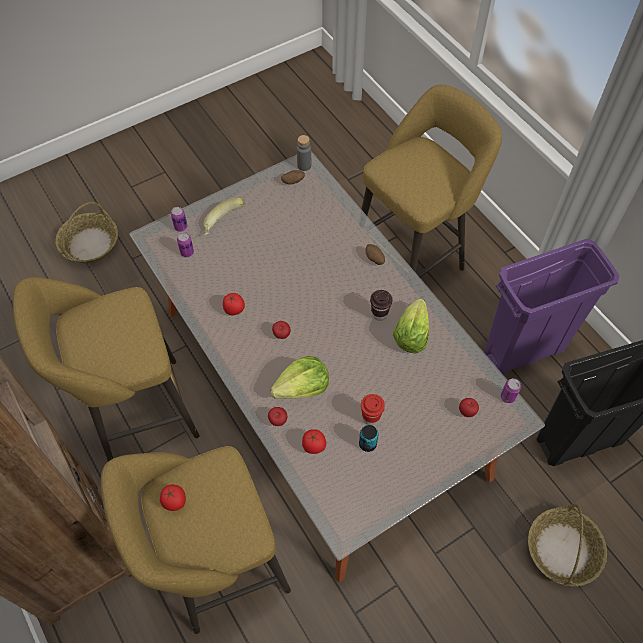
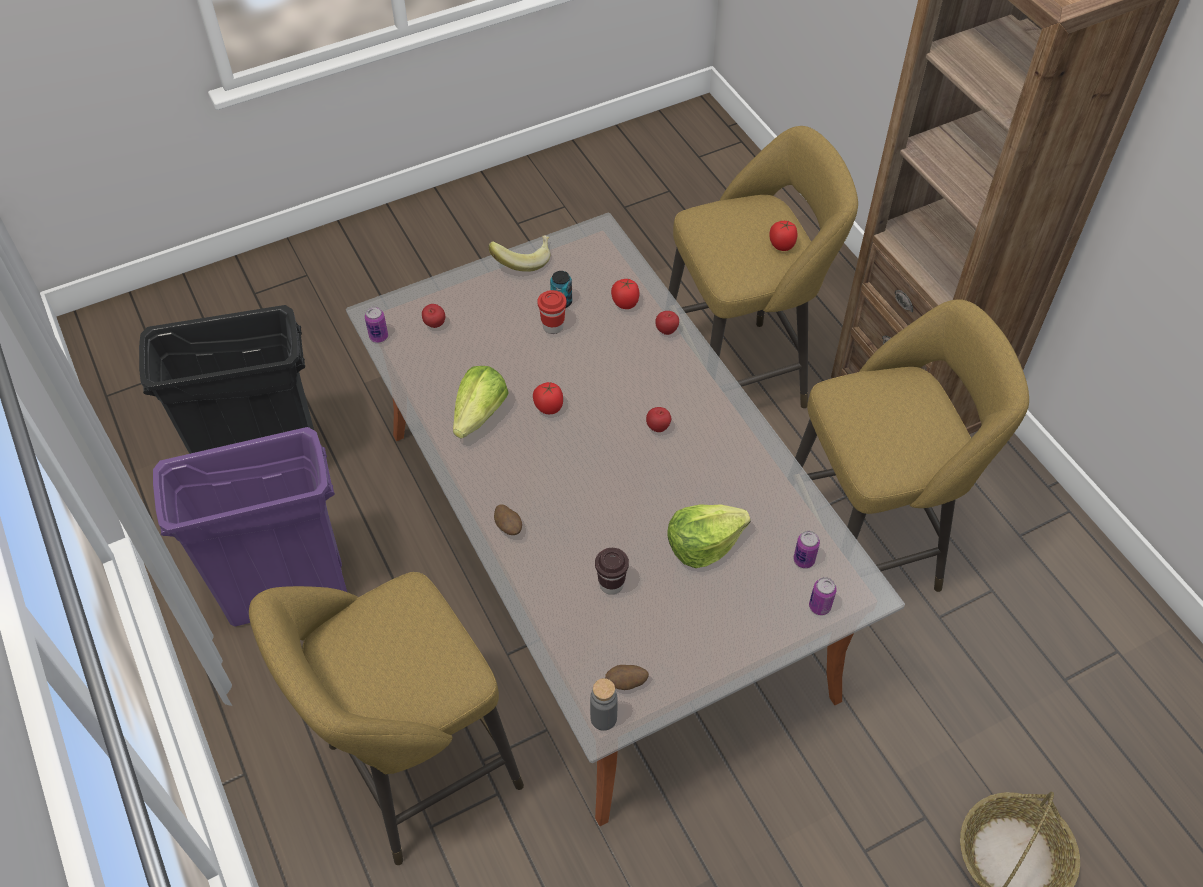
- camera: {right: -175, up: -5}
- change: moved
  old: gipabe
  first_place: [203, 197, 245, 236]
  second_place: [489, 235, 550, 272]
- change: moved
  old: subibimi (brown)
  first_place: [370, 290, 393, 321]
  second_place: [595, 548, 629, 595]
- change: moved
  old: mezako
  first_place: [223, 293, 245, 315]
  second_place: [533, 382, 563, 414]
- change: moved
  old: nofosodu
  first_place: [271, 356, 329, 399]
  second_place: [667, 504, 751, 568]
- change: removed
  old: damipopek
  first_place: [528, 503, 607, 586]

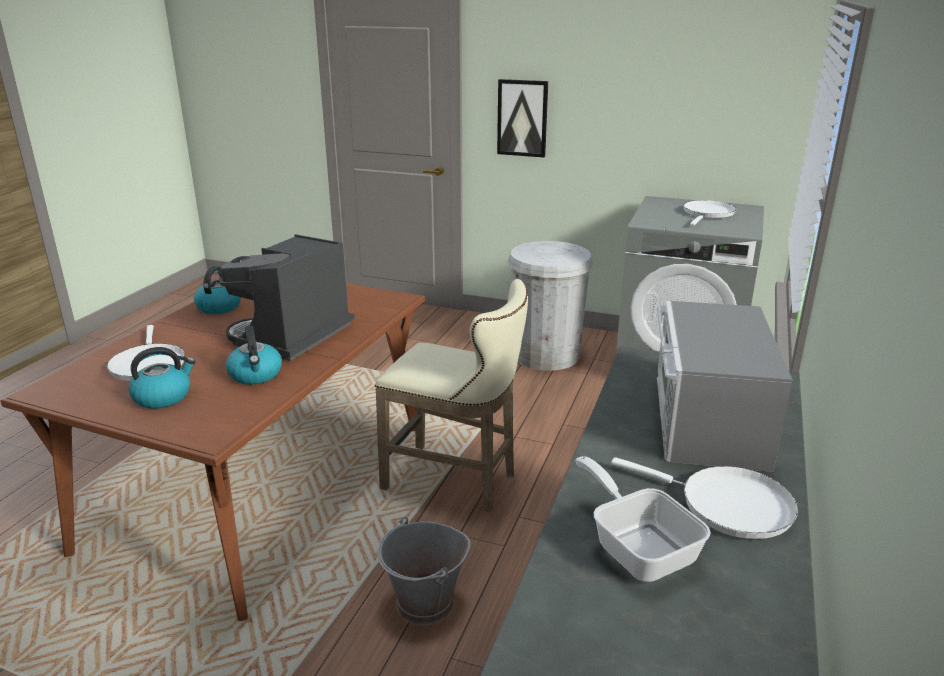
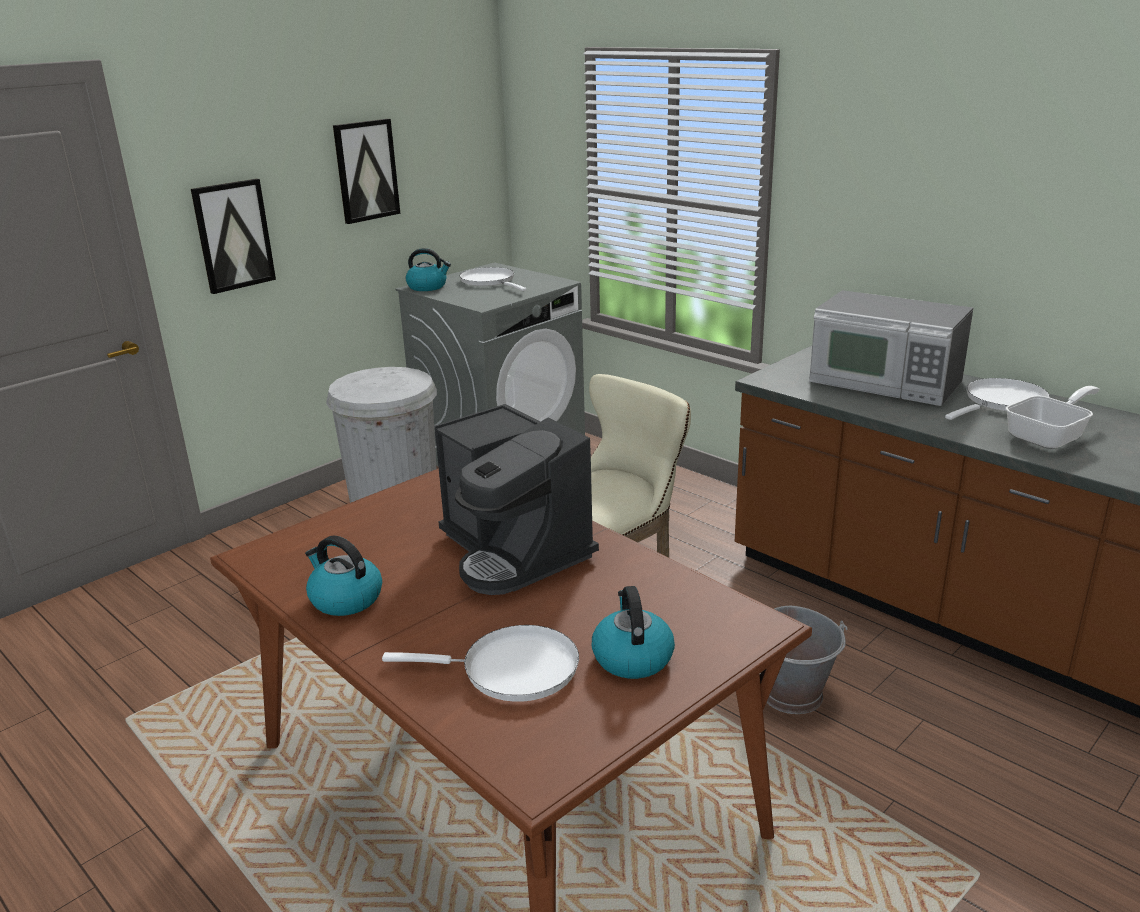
- camera: {right: -65, up: 0}
- change: moved
  old: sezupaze
  first_place: [226, 326, 282, 385]
  second_place: [406, 248, 451, 291]
- change: turned
  old: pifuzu
  first_place: [575, 456, 711, 582]
  second_place: [1006, 386, 1099, 449]
  degrees: 150
- change: added
  new: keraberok
  second_place: [333, 119, 400, 224]

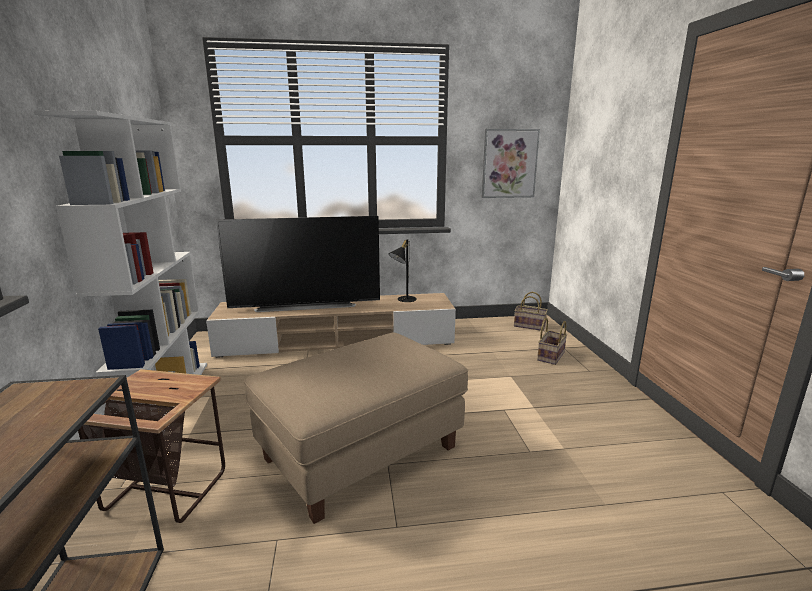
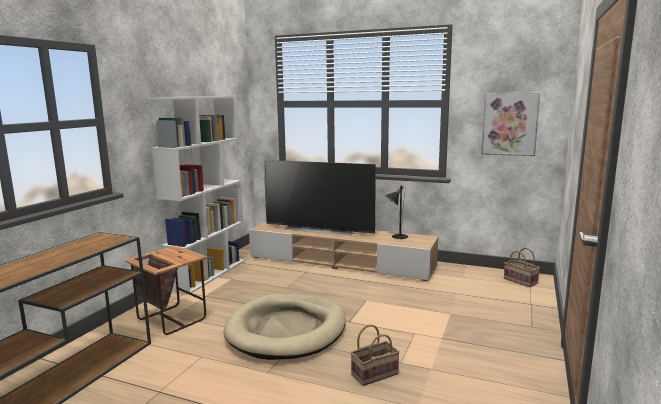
- camera: {right: 30, up: -5}
- change: moved
  old: damipopek
  first_place: [537, 317, 567, 365]
  second_place: [350, 324, 400, 386]
- change: replaced
  old: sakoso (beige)
  new: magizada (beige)
  first_place: [244, 333, 468, 524]
  second_place: [224, 294, 346, 360]

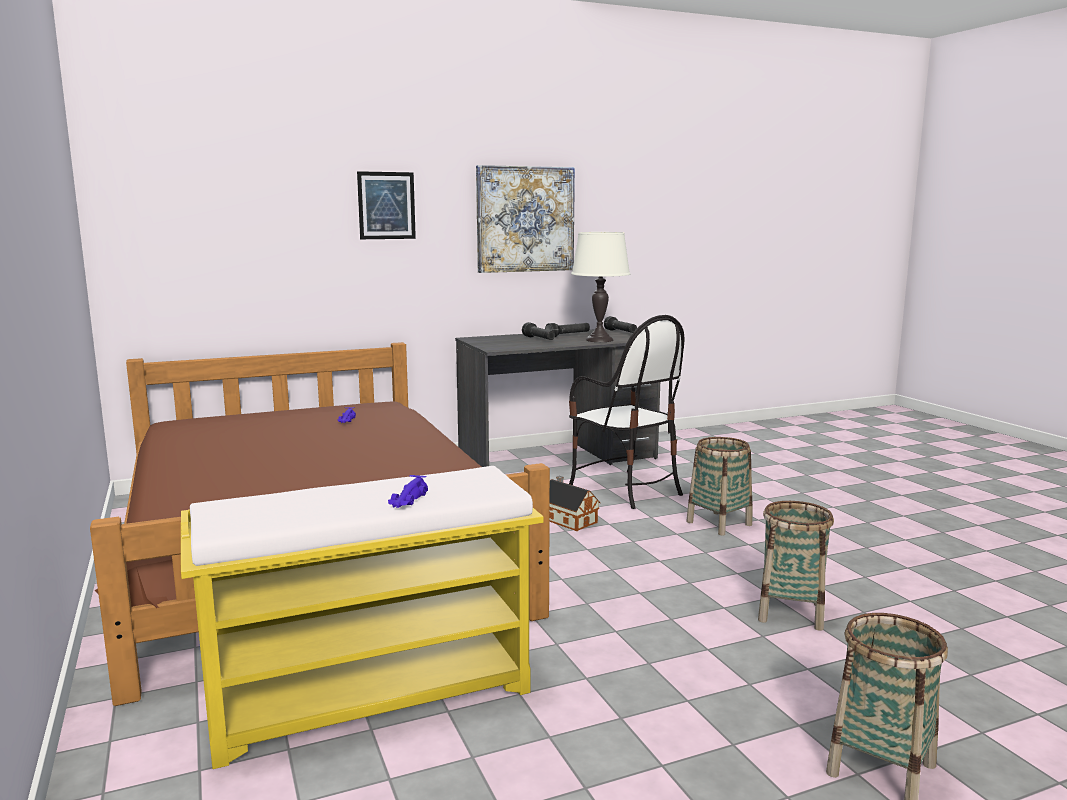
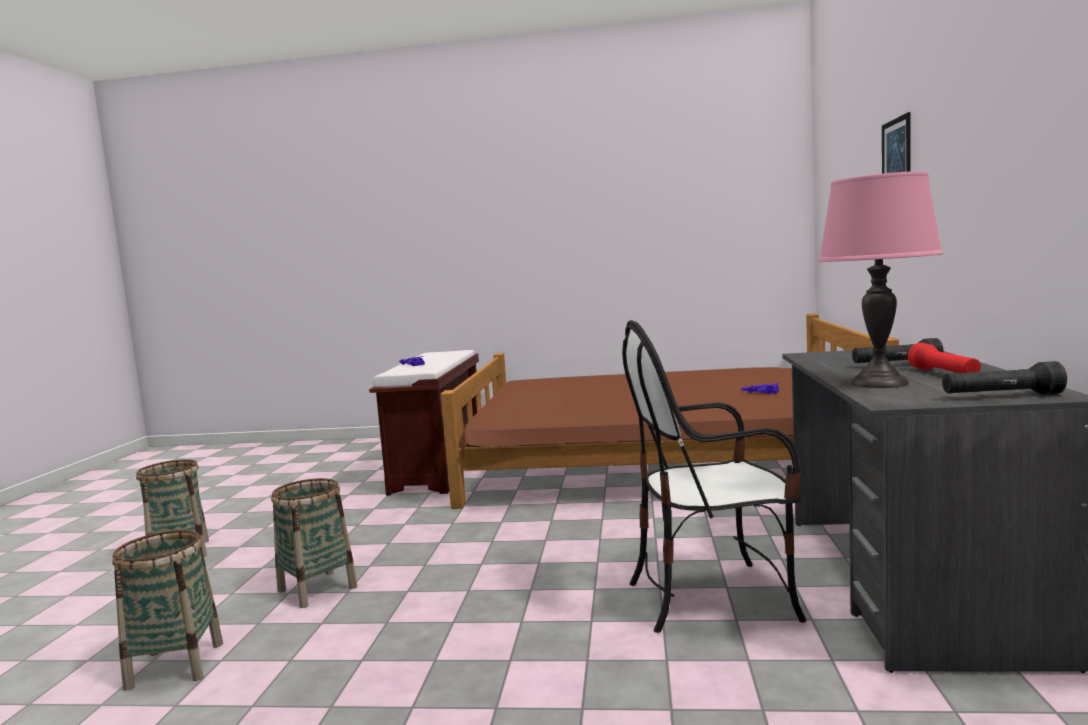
- camera: {right: 120, up: -5}
- change: removed
  old: keraberok
  first_place: [476, 165, 575, 273]
- change: recoloured
  old: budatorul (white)
  new: budatorul (pink)
  first_place: [571, 232, 630, 342]
  second_place: [818, 171, 943, 388]
- change: recoloured
  old: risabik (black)
  new: risabik (red)
  first_place: [545, 323, 590, 337]
  second_place: [907, 343, 981, 373]
- change: moved
  old: damipopek
  first_place: [686, 437, 752, 536]
  second_place: [112, 530, 223, 691]
- change: recoloured
  old: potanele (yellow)
  new: potanele (brown)
  first_place: [181, 466, 544, 769]
  second_place: [369, 350, 479, 496]
- change: removed
  old: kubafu
  first_place: [549, 476, 600, 531]

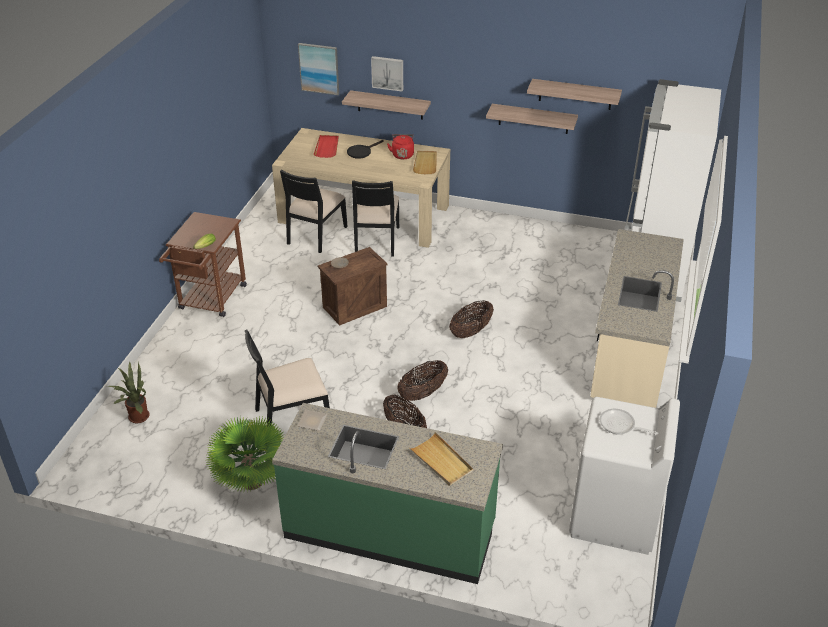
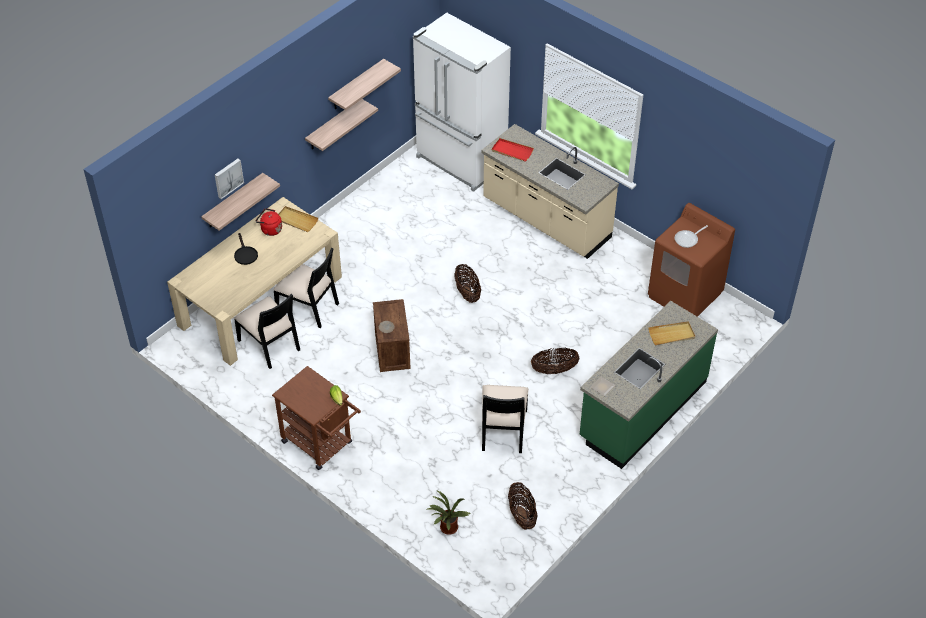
- camera: {right: -65, up: 10}
- change: removed
  old: keraberok
  first_place: [298, 43, 339, 95]
- change: moved
  old: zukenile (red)
  first_place: [314, 135, 339, 158]
  second_place: [492, 138, 534, 162]
- change: moved
  old: damipopek
  first_place: [397, 360, 448, 401]
  second_place: [508, 482, 538, 530]
- change: recoloured
  old: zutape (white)
  new: zutape (brown)
  first_place: [569, 397, 680, 555]
  second_place: [648, 203, 735, 317]
- change: removed
  old: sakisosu
  first_place: [206, 417, 285, 492]

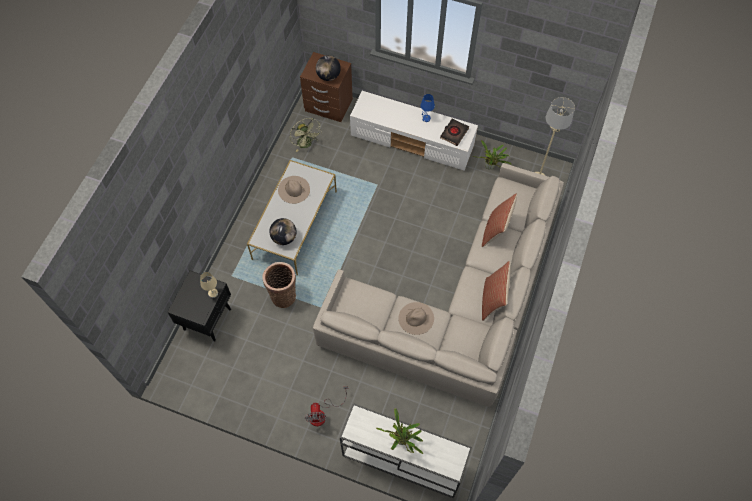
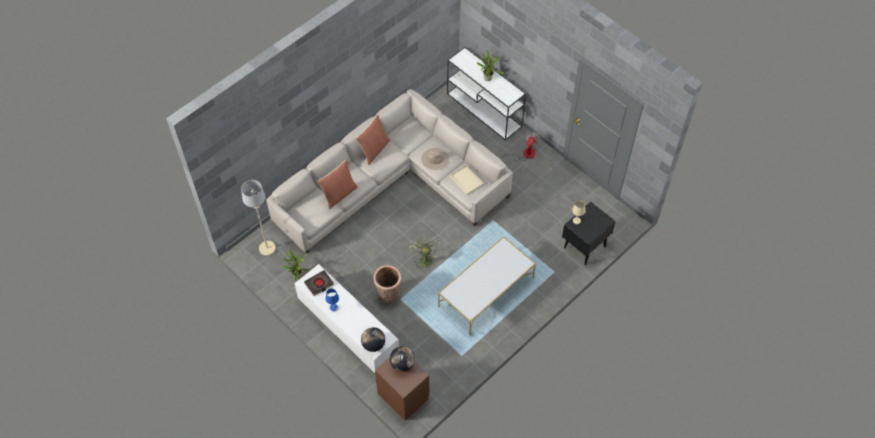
- camera: {right: -155, up: -5}
- change: moved
  old: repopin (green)
  first_place: [290, 118, 322, 152]
  second_place: [410, 236, 440, 272]
- change: removed
  old: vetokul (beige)
  first_place: [278, 176, 310, 204]
- change: moved
  old: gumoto
  first_place: [269, 218, 296, 245]
  second_place: [361, 327, 385, 352]
- change: moved
  old: damipopek
  first_place: [262, 262, 296, 308]
  second_place: [373, 265, 401, 303]
- change: added
  new: zukenile (beige)
  second_place: [449, 165, 484, 195]

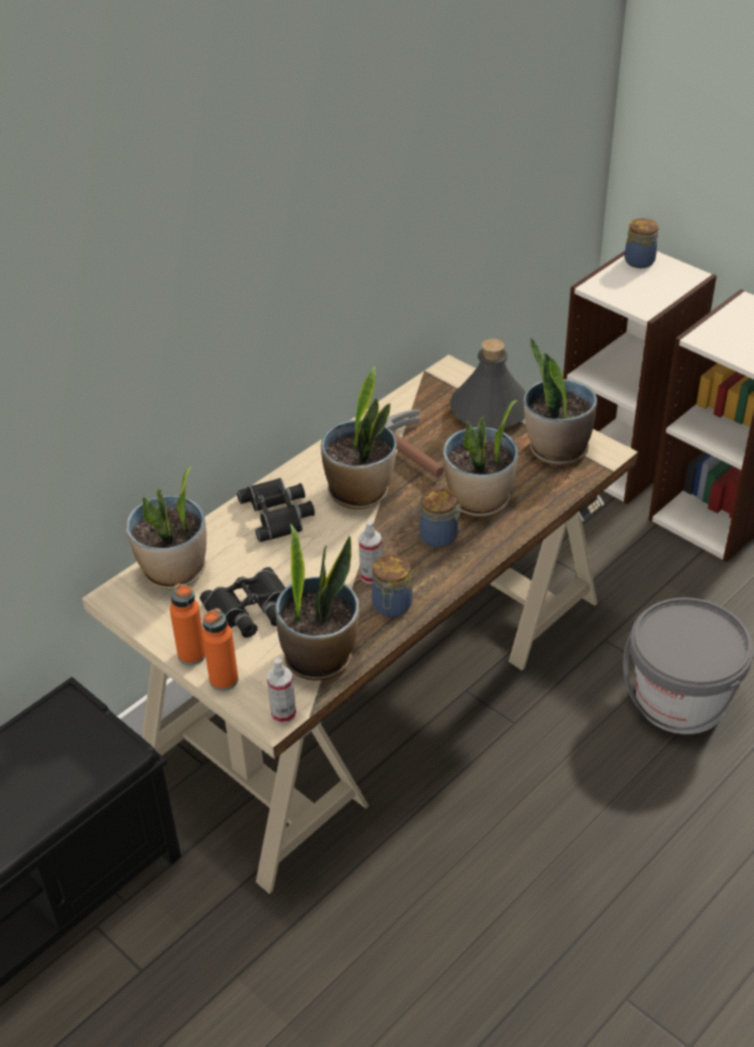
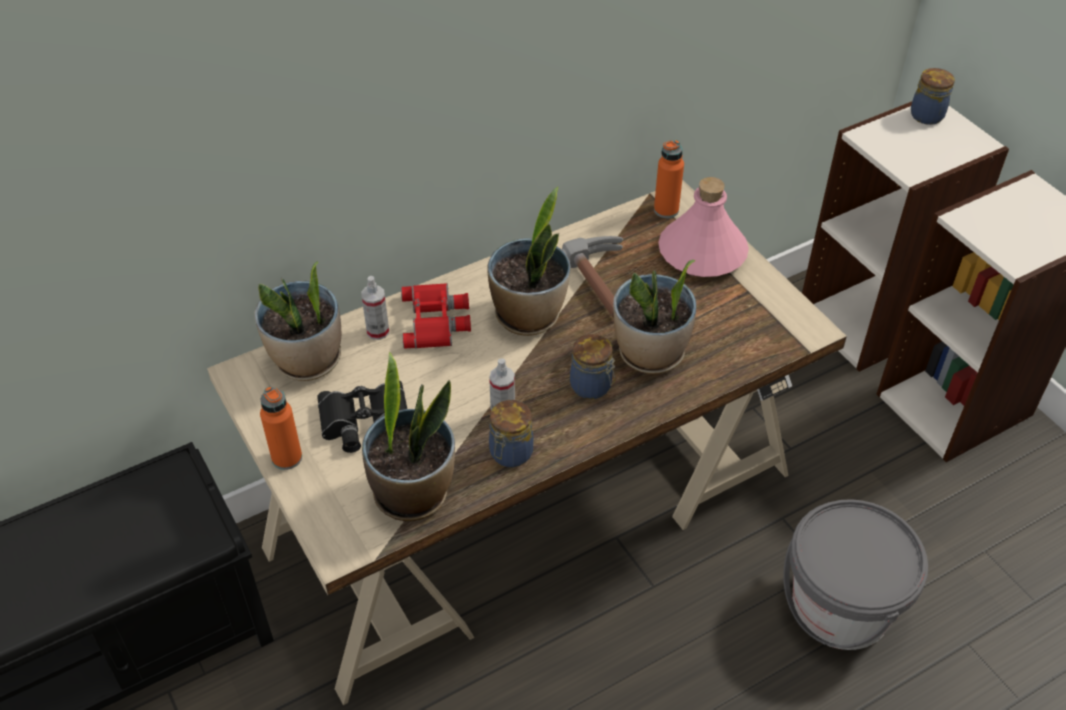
- camera: {right: 15, up: 5}
- change: removed
  old: sakisosu
  first_place: [524, 338, 597, 466]
- change: recoloured
  old: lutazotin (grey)
  new: lutazotin (pink)
  first_place: [450, 339, 526, 429]
  second_place: [658, 177, 749, 277]
- change: recoloured
  old: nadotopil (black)
  new: nadotopil (red)
  first_place: [237, 478, 315, 542]
  second_place: [401, 283, 471, 349]
- change: moved
  old: lutazotin (orange)
  first_place: [202, 608, 238, 691]
  second_place: [654, 140, 684, 218]
- change: moved
  old: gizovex
  first_place: [267, 658, 296, 724]
  second_place: [361, 276, 389, 340]

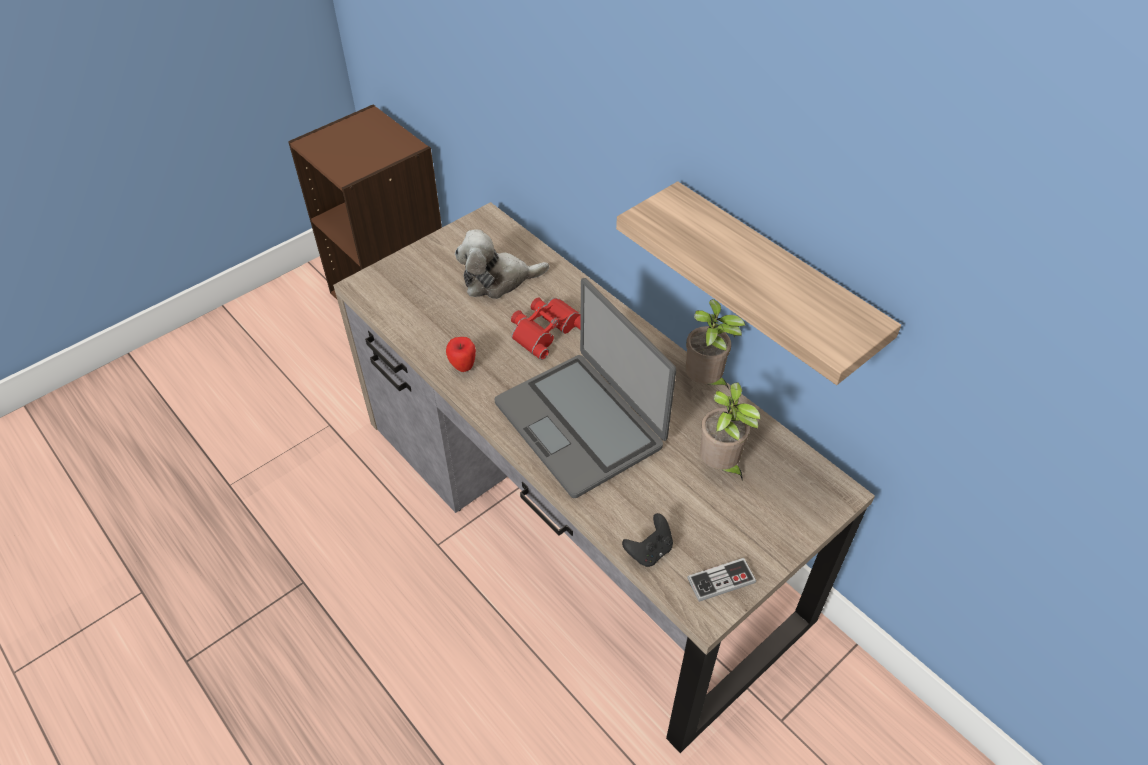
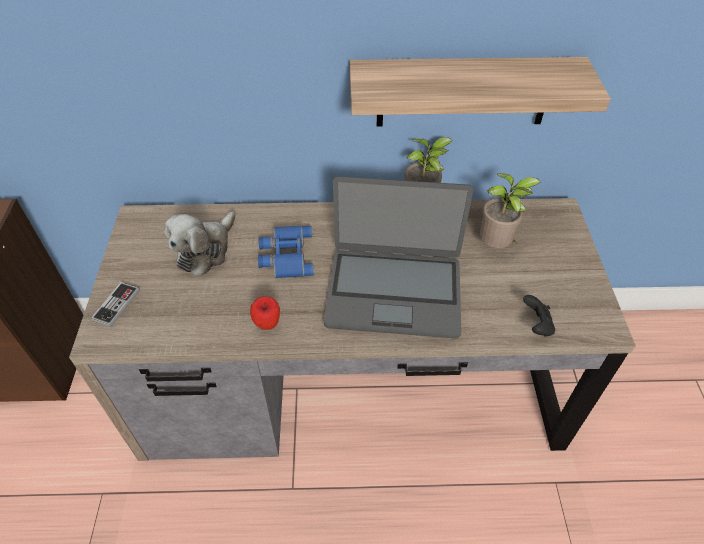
- camera: {right: -50, up: 0}
- change: recoloured
  old: nadotopil (red)
  new: nadotopil (blue)
  first_place: [511, 297, 581, 360]
  second_place: [258, 226, 314, 278]
- change: moved
  old: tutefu
  first_place: [687, 558, 756, 602]
  second_place: [91, 282, 140, 327]

